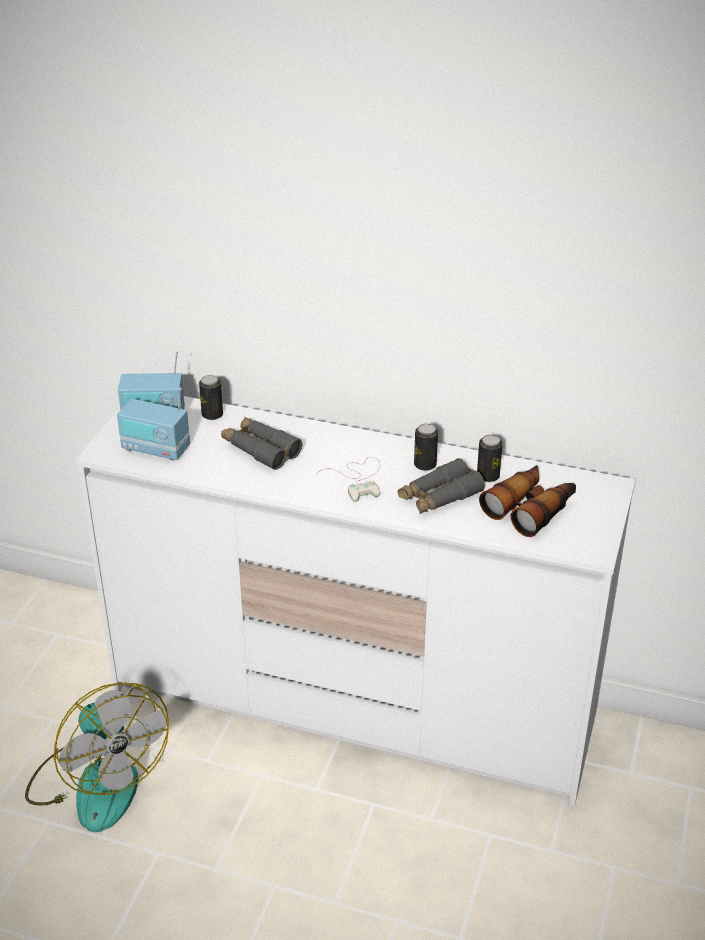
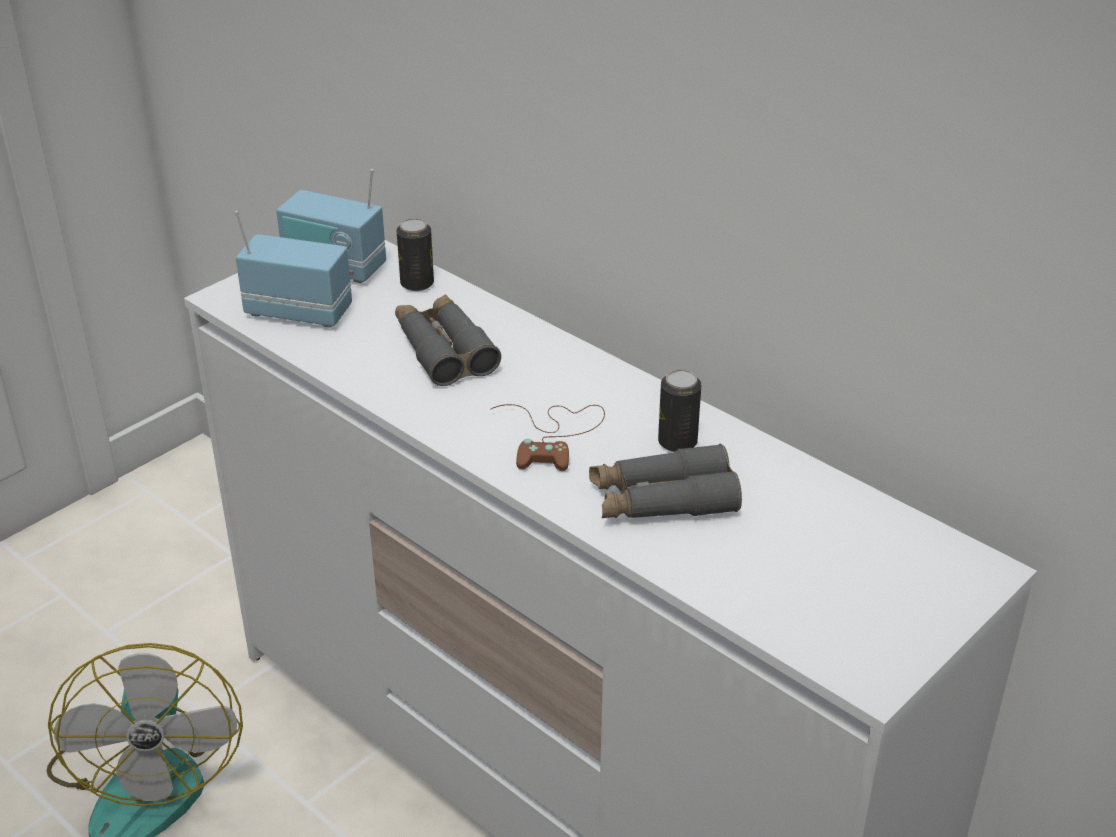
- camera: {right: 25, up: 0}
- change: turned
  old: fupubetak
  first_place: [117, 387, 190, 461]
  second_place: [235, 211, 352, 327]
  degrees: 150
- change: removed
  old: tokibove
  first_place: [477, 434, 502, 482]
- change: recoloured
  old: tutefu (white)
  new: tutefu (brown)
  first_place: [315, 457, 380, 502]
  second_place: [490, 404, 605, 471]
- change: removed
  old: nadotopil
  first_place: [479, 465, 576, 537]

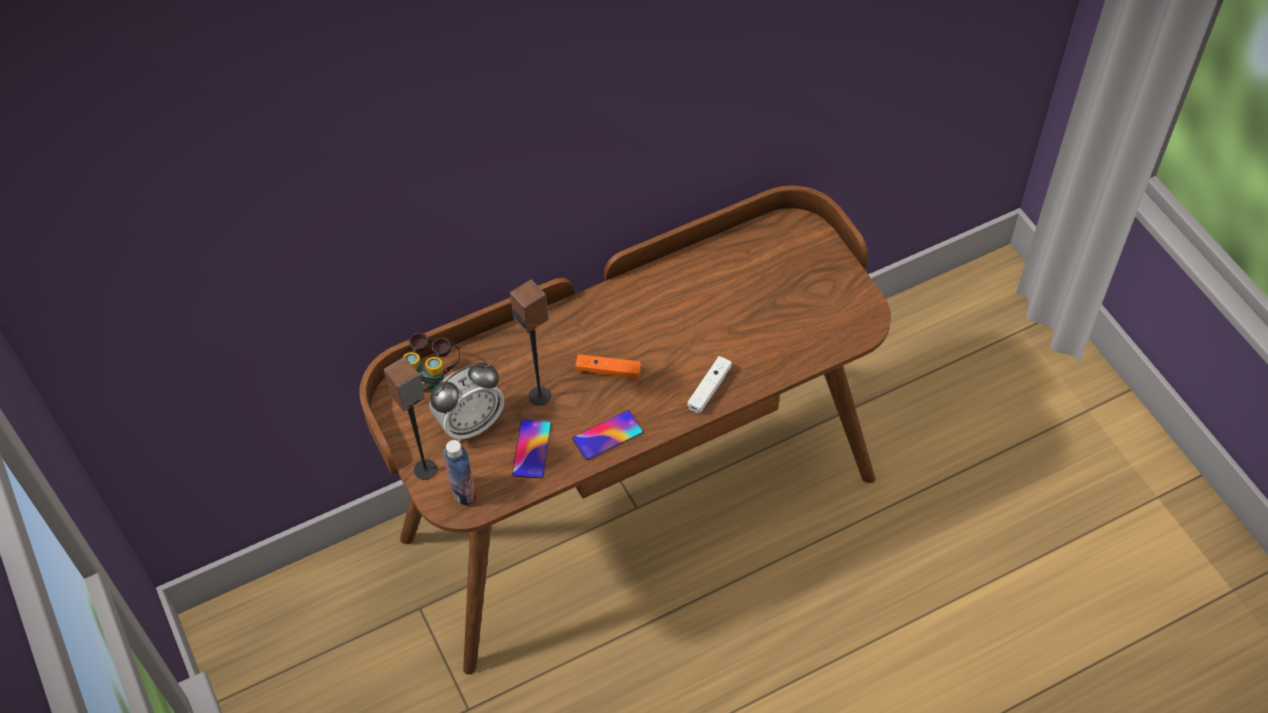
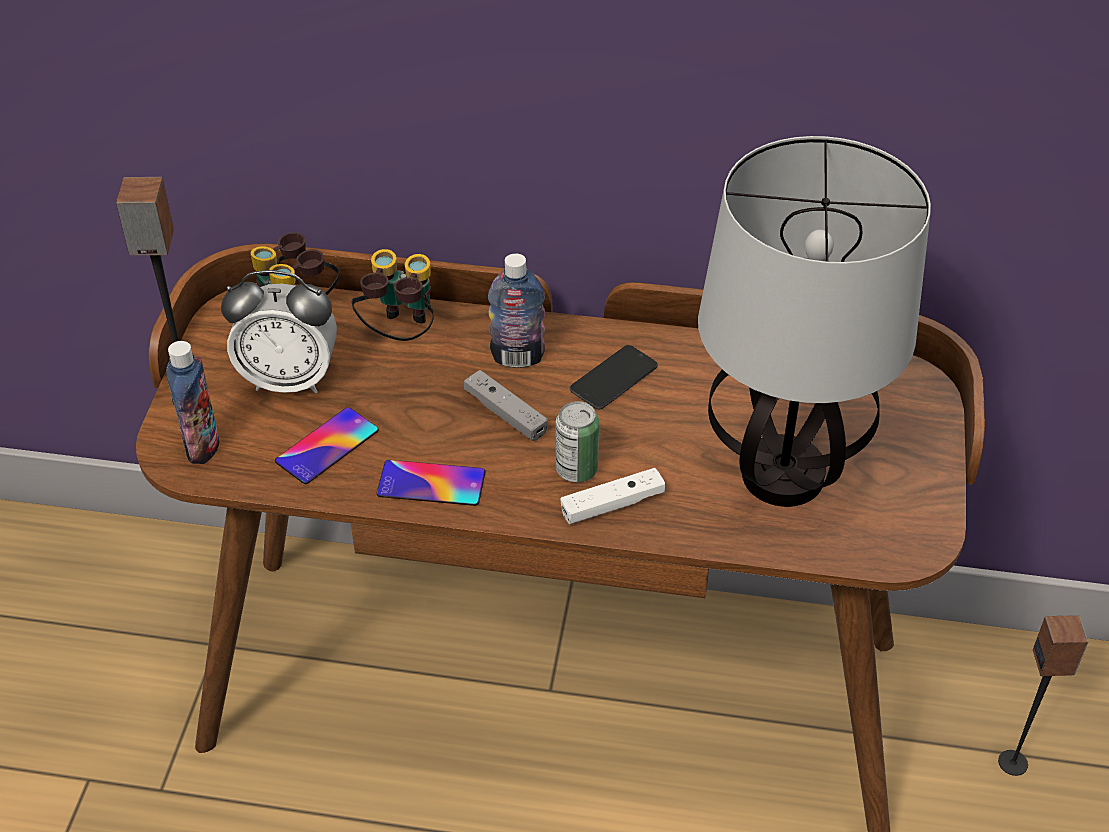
- camera: {right: 35, up: -10}
- change: moved
  old: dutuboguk
  first_place: [510, 279, 551, 406]
  second_place: [998, 615, 1088, 776]
- change: recoloured
  old: tutefu (orange)
  new: tutefu (grey)
  first_place: [575, 354, 641, 378]
  second_place: [464, 370, 548, 441]
- change: added
  new: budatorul
  second_place: [698, 136, 931, 507]
- change: added
  new: nadotopil
  second_place: [352, 249, 434, 341]
- change: added
  new: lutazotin
  second_place: [488, 253, 545, 368]
- change: added
  new: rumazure
  second_place: [570, 345, 658, 409]
- change: added
  new: tokibove
  second_place: [556, 401, 599, 482]

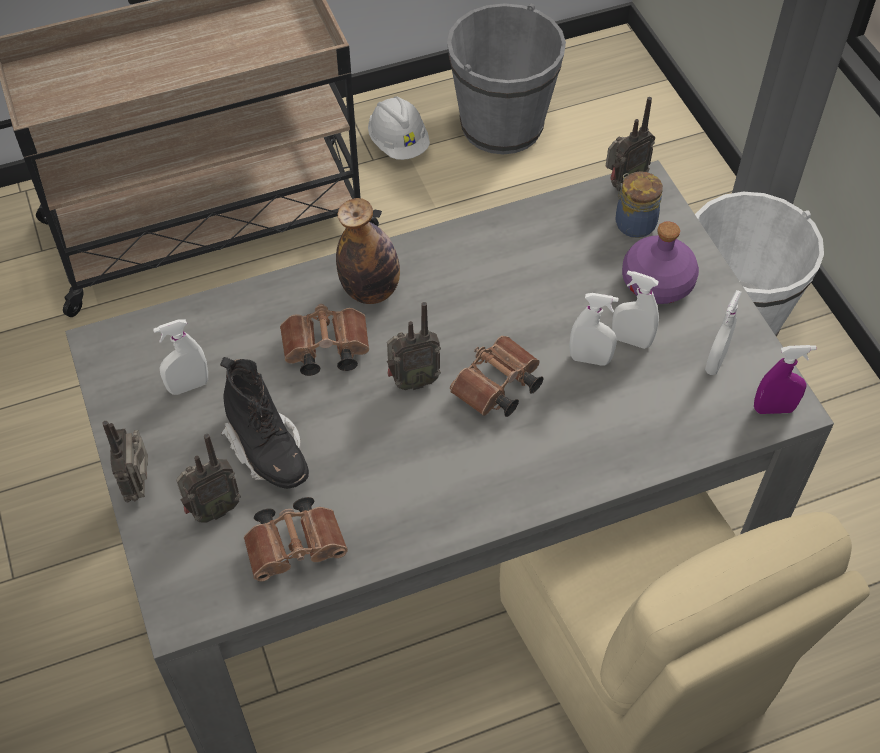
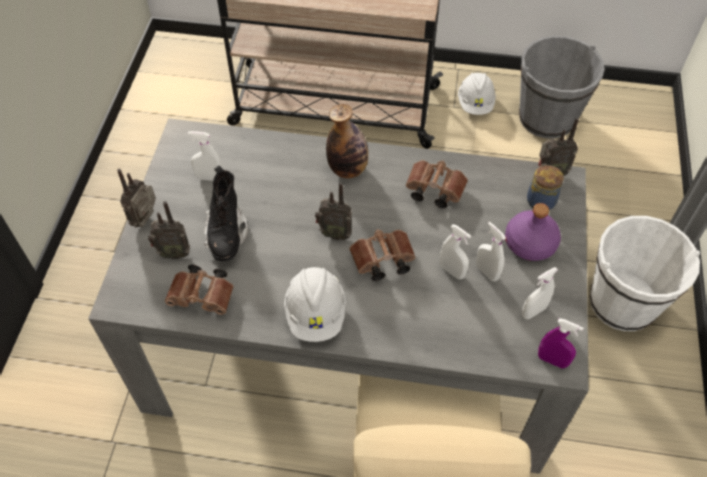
- camera: {right: 30, up: 0}
- change: moved
  old: nadotopil (brown)
  first_place: [280, 304, 369, 376]
  second_place: [406, 160, 468, 208]
- change: added
  new: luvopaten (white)
  second_place: [284, 267, 346, 342]

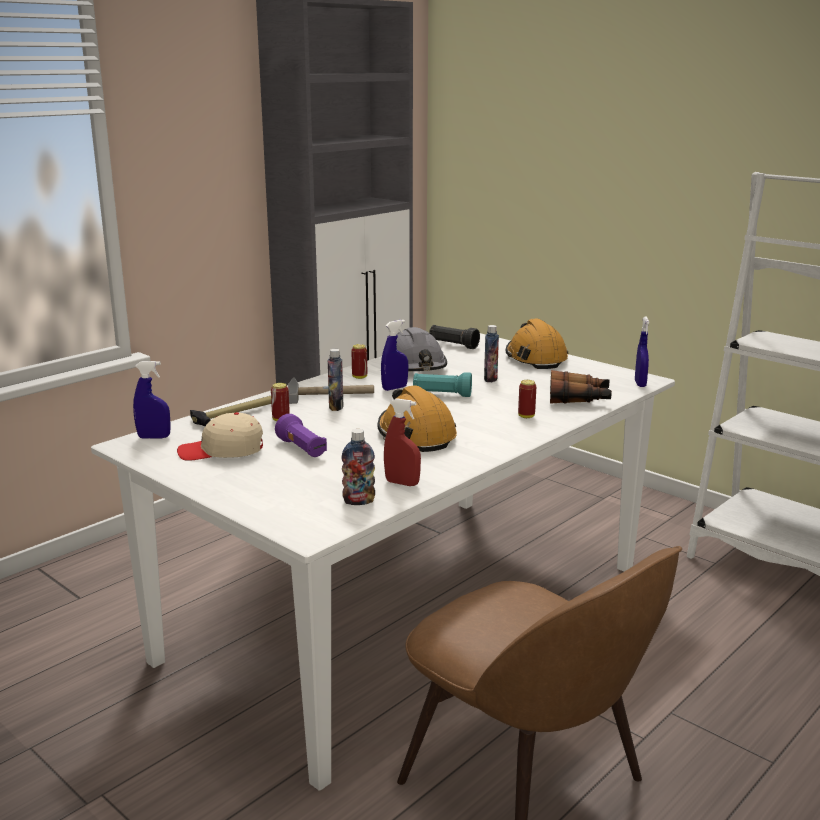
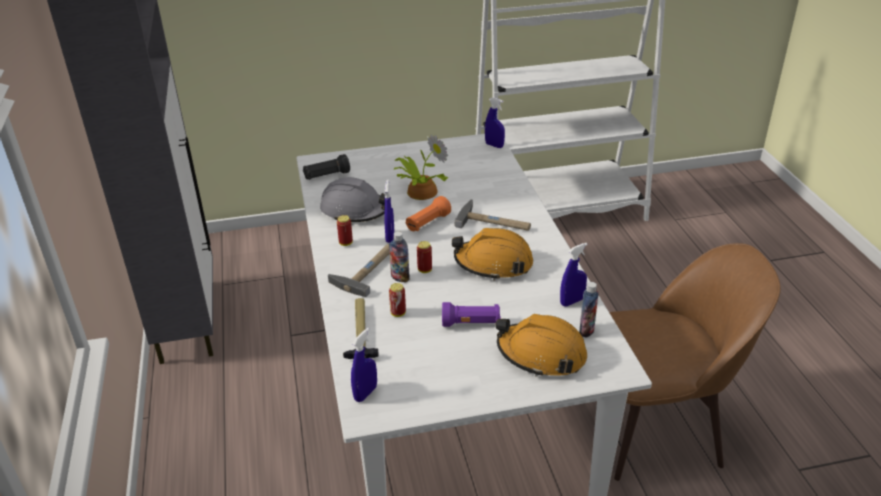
- camera: {right: -55, up: 15}
- change: moved
  old: luvopaten (orange)
  first_place: [505, 319, 568, 369]
  second_place: [495, 314, 587, 377]
- change: replaced
  old: lutazotin
  new: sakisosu
  first_place: [484, 325, 499, 382]
  second_place: [393, 134, 448, 200]
- change: removed
  old: nadotopil
  first_place: [550, 370, 612, 404]
- change: recoloured
  old: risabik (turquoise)
  new: risabik (orange)
  first_place: [413, 372, 472, 397]
  second_place: [406, 196, 451, 231]
- change: moved
  old: tokibove
  first_place: [518, 380, 536, 418]
  second_place: [417, 241, 432, 273]
- change: recoloured
  old: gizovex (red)
  new: gizovex (blue)
  first_place: [384, 398, 421, 486]
  second_place: [560, 243, 588, 306]
- change: removed
  old: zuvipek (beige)
  first_place: [177, 412, 263, 461]
- change: added
  new: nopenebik
  second_place: [454, 199, 531, 231]

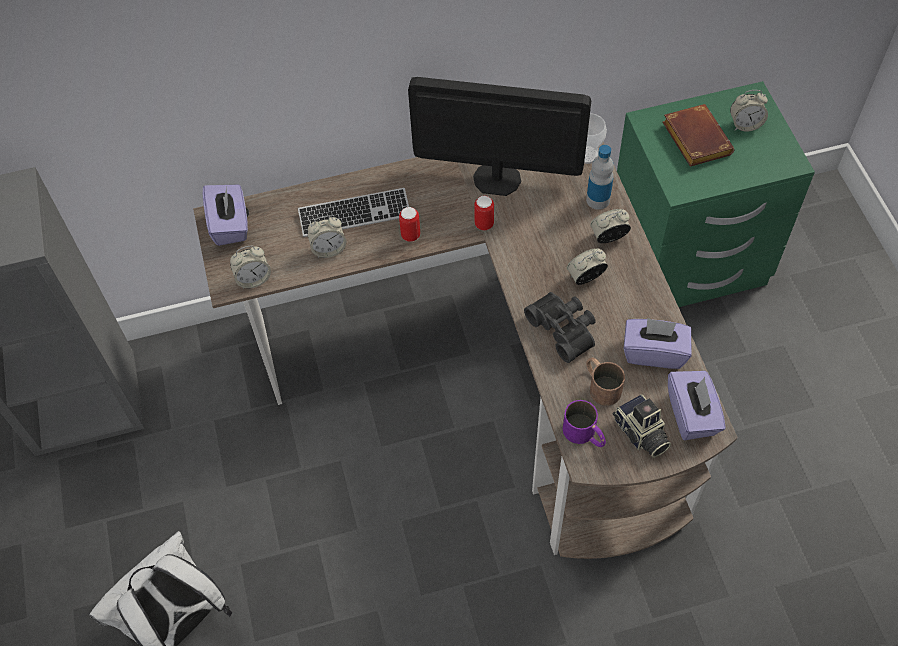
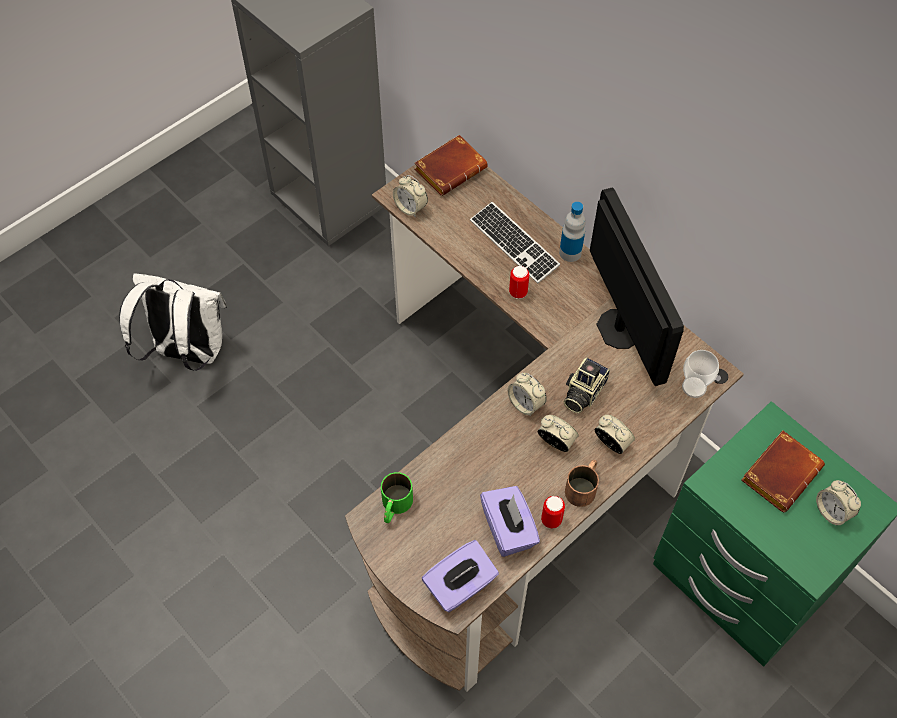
- camera: {right: 60, up: 0}
- change: moved
  old: lutazotin
  first_place: [586, 145, 614, 210]
  second_place: [559, 202, 586, 262]
- change: replaced
  old: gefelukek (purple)
  new: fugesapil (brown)
  first_place: [203, 185, 248, 246]
  second_place: [415, 135, 488, 196]
- change: moved
  old: tokibove
  first_place: [474, 196, 494, 230]
  second_place: [541, 496, 565, 528]
- change: moved
  old: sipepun
  first_place: [307, 216, 346, 258]
  second_place: [508, 373, 547, 417]
- change: removed
  old: nadotopil (black)
  first_place: [524, 292, 596, 363]
- change: moved
  old: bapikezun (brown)
  first_place: [586, 357, 625, 406]
  second_place: [565, 460, 599, 507]
- change: moved
  old: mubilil
  first_place: [613, 394, 671, 458]
  second_place: [564, 358, 610, 413]
- change: recoloured
  old: bapikezun (purple)
  new: bapikezun (green)
  first_place: [563, 400, 606, 447]
  second_place: [381, 472, 413, 523]

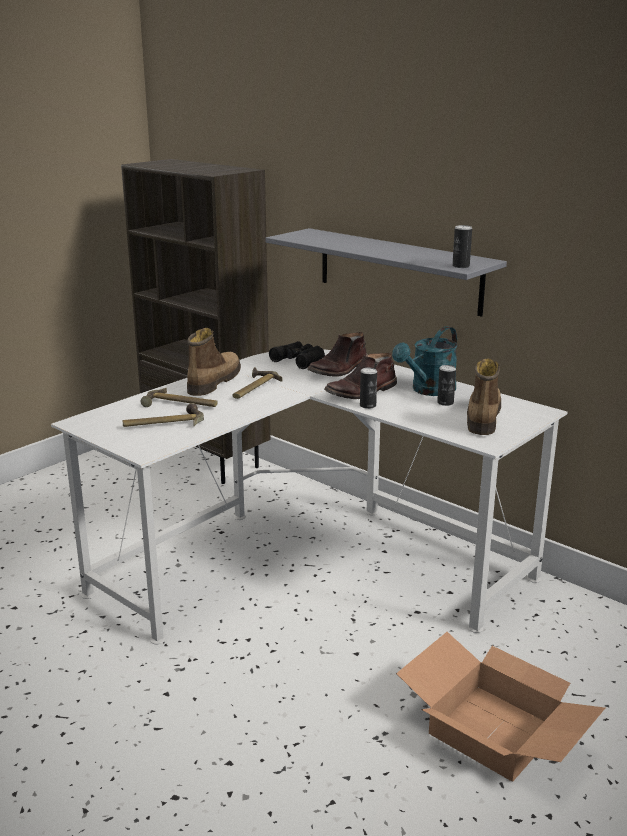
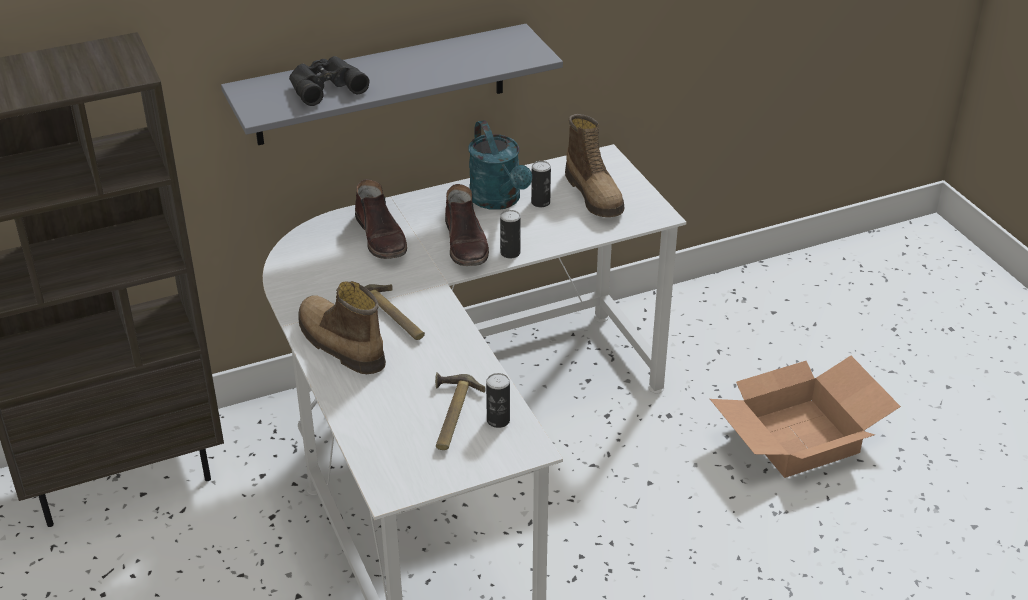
- camera: {right: -65, up: 15}
- change: moved
  old: tokibove
  first_place: [452, 225, 472, 268]
  second_place: [486, 373, 510, 428]
- change: moved
  old: nadotopil (black)
  first_place: [269, 341, 325, 369]
  second_place: [289, 56, 370, 106]
- change: turned
  old: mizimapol
  first_place: [467, 359, 501, 435]
  second_place: [565, 114, 624, 217]
  degrees: -150
- change: removed
  old: nopenebik
  first_place: [141, 388, 218, 407]

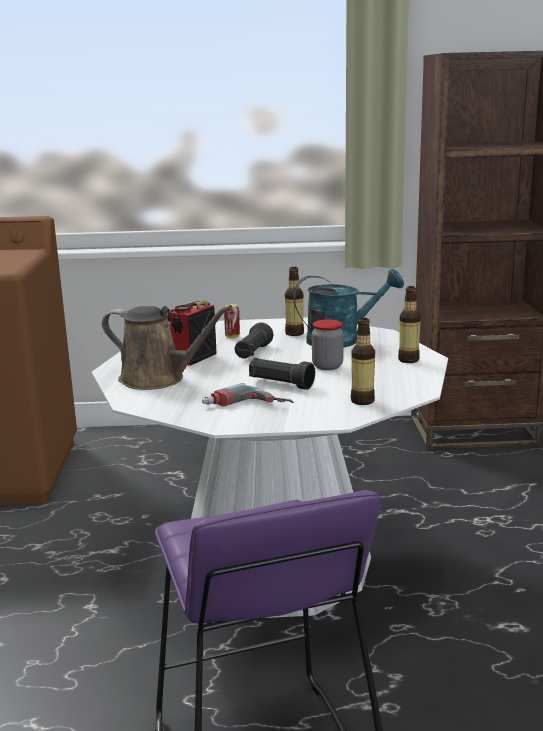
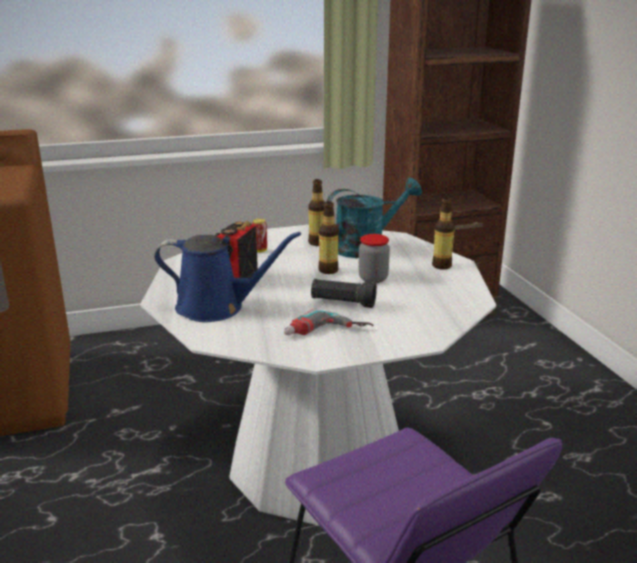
- camera: {right: -15, up: 5}
- change: recoloured
  old: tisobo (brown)
  new: tisobo (blue)
  first_place: [102, 305, 232, 390]
  second_place: [154, 232, 301, 322]
- change: moved
  old: lutazotin
  first_place: [351, 318, 375, 405]
  second_place: [318, 201, 339, 274]
- change: removed
  old: risabik (black)
  first_place: [235, 322, 273, 359]

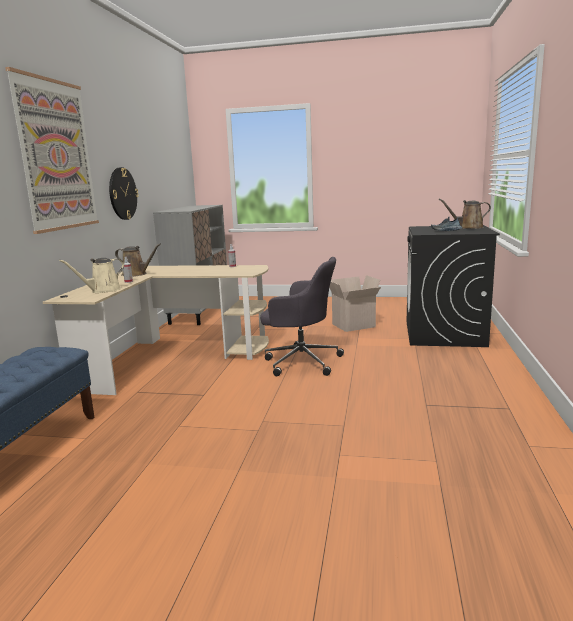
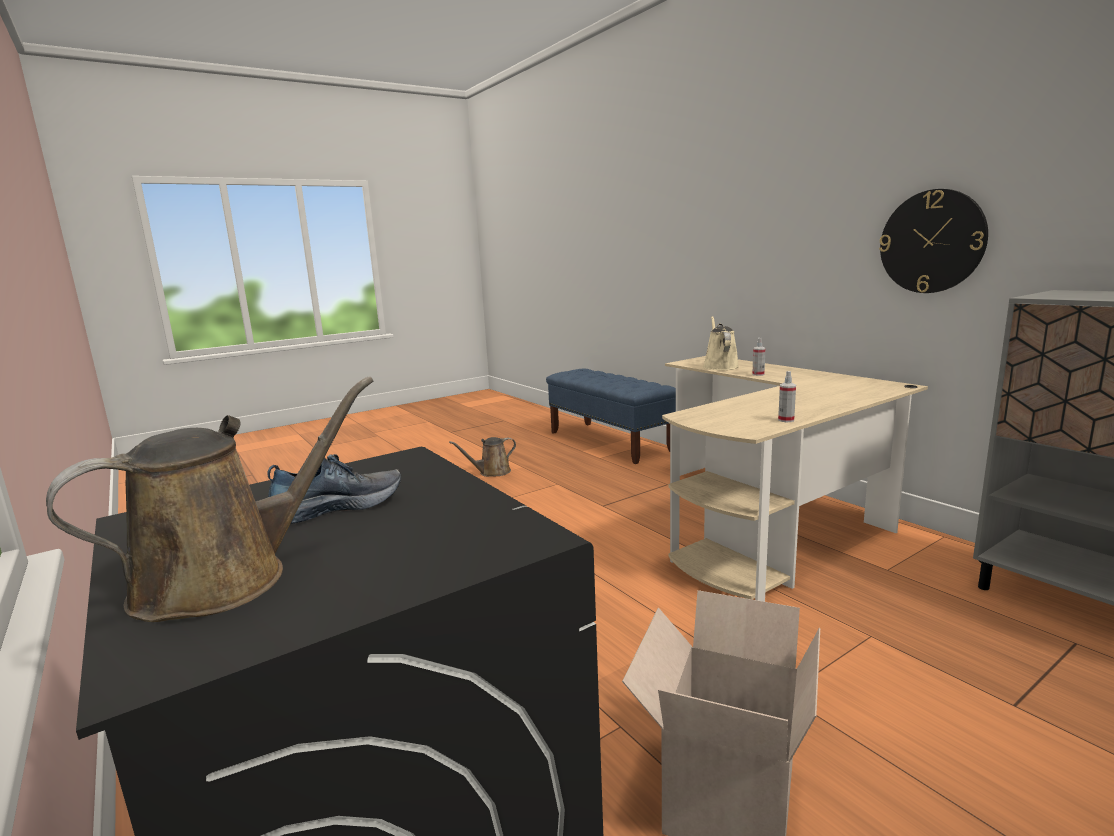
- camera: {right: 135, up: 0}
- change: removed
  old: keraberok
  first_place: [5, 67, 99, 234]
- change: moved
  old: tisobo (brown)
  first_place: [115, 243, 161, 277]
  second_place: [449, 437, 516, 477]
- change: removed
  old: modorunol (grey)
  first_place: [260, 257, 344, 376]

